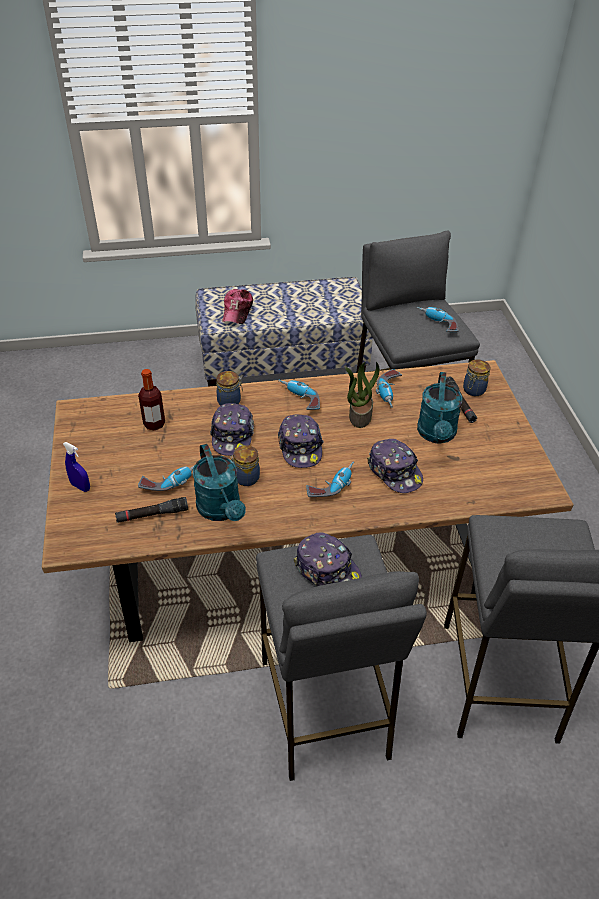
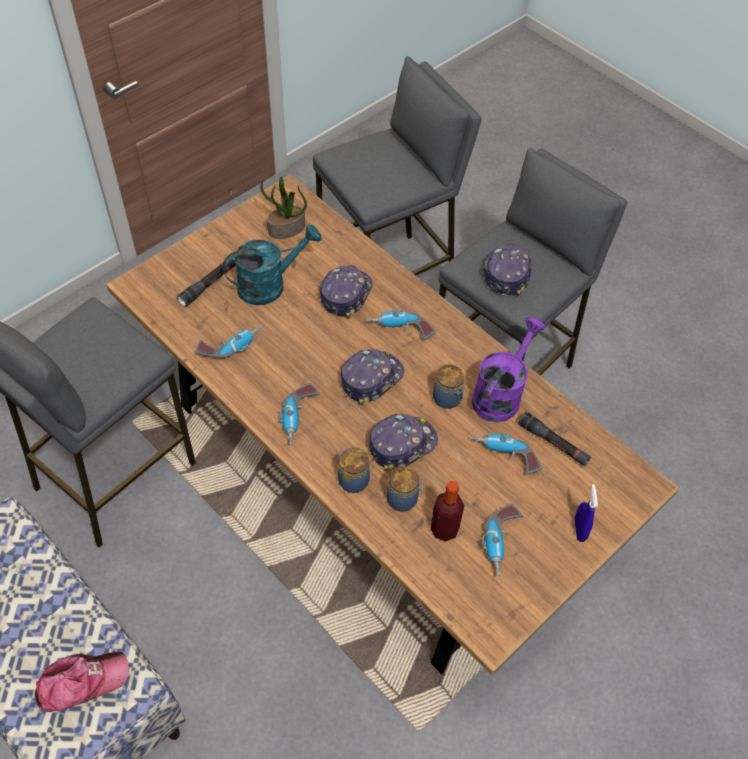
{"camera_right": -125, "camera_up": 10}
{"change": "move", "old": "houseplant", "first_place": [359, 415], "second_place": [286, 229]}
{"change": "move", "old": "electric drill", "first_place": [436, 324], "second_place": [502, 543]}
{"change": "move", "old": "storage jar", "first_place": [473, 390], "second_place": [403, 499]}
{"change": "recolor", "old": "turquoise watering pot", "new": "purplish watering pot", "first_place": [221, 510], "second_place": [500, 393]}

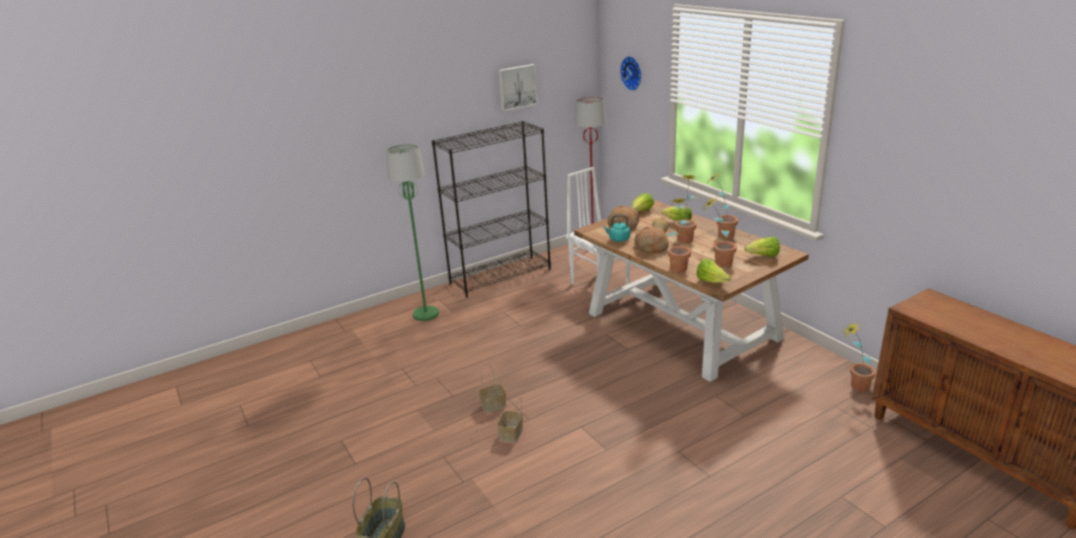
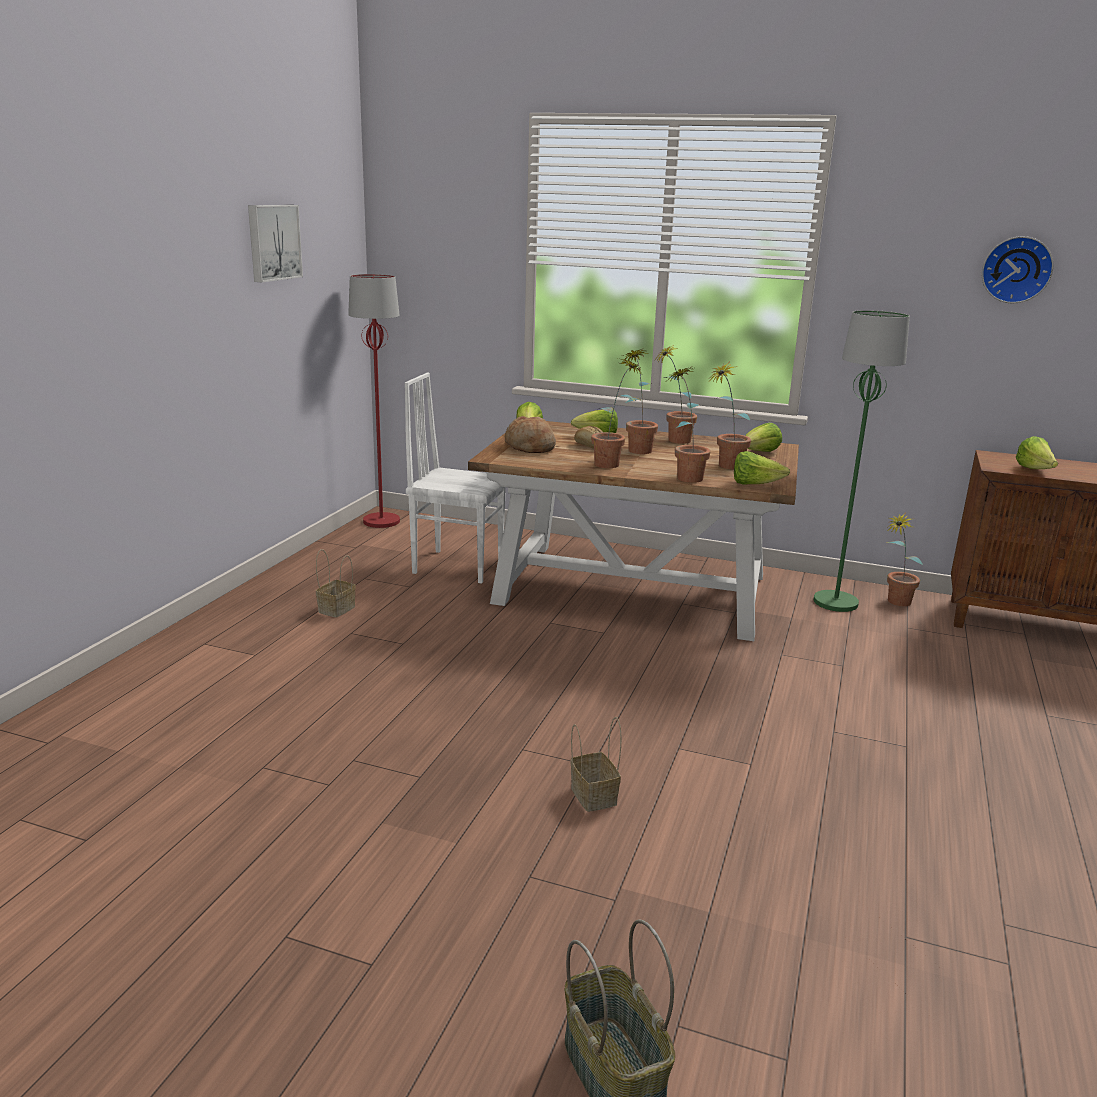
{"camera_right": -40, "camera_up": -5}
{"change": "delete", "old": "blackish shelving unit", "first_place": [501, 276]}
{"change": "delete", "old": "turquoise kettle", "first_place": [618, 239]}
{"change": "insert", "new": "lettuce head", "second_place": [1035, 471]}
{"change": "move", "old": "greenish standard lamp", "first_place": [426, 314], "second_place": [835, 602]}
{"change": "move", "old": "household basket", "first_place": [494, 405], "second_place": [337, 609]}
{"change": "move", "old": "hanging clock", "first_place": [633, 73], "second_place": [1016, 269]}
{"change": "replace", "old": "baked bread", "new": "houseplant", "first_place": [651, 247], "second_place": [612, 463]}

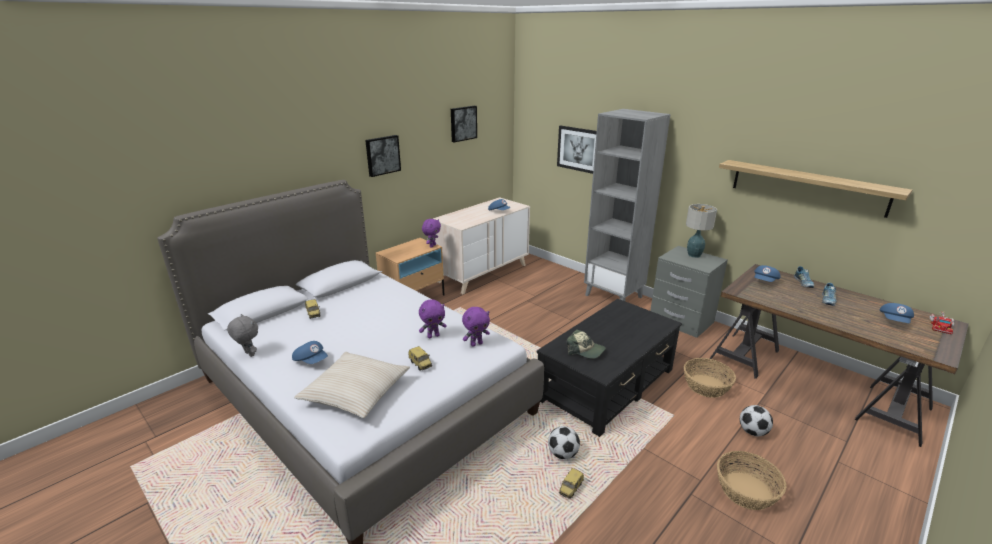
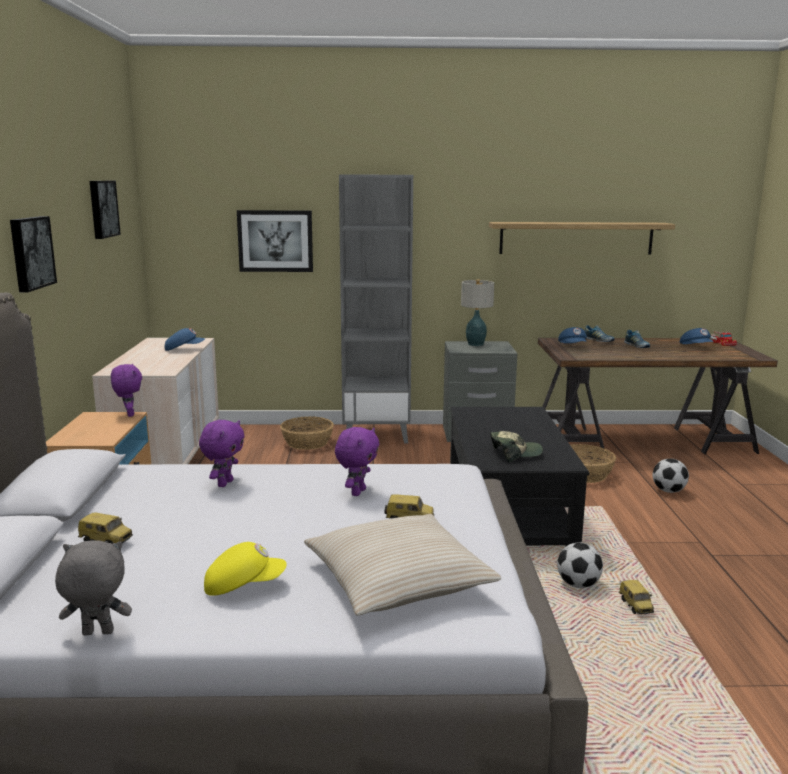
{"camera_right": -45, "camera_up": -10}
{"change": "move", "old": "purplish plush toy", "first_place": [476, 344], "second_place": [224, 483]}
{"change": "move", "old": "household basket", "first_place": [746, 491], "second_place": [307, 443]}
{"change": "recolor", "old": "bluish baseball cap", "new": "yellow-coloured baseball cap", "first_place": [311, 360], "second_place": [244, 585]}

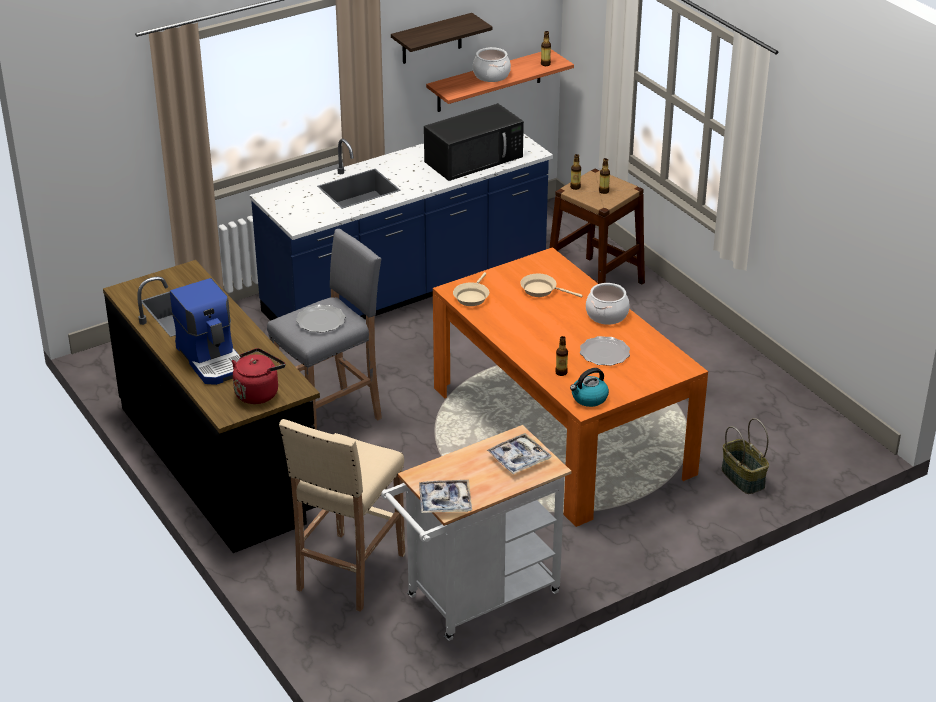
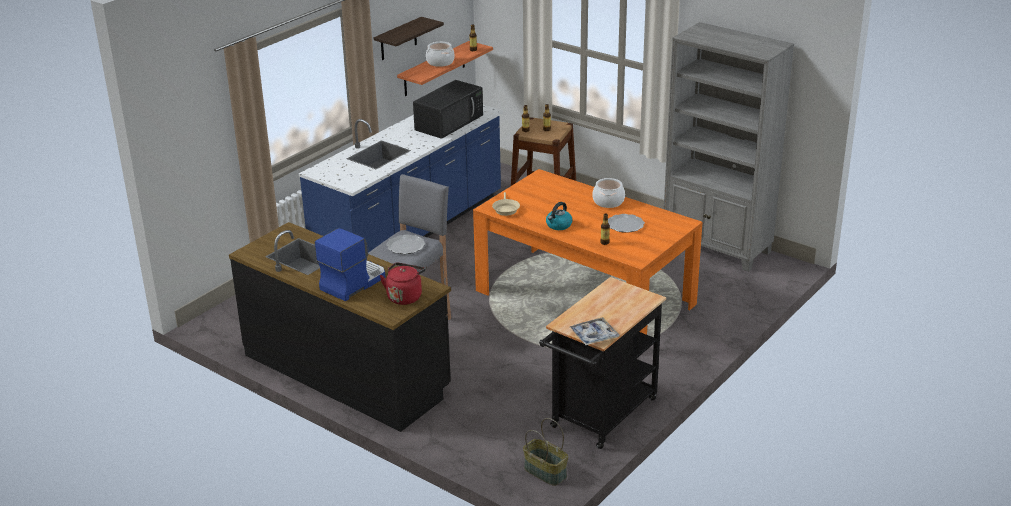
{"camera_right": -20, "camera_up": -5}
{"change": "delete", "old": "beige-coloured stool seat", "first_place": [349, 573]}
{"change": "delete", "old": "tray", "first_place": [519, 459]}
{"change": "delete", "old": "beige-coloured pan", "first_place": [541, 290]}
{"change": "insert", "new": "gray shelving unit", "second_place": [717, 248]}
{"change": "move", "old": "kettle", "first_place": [589, 398], "second_place": [558, 225]}
{"change": "move", "old": "household basket", "first_place": [743, 478], "second_place": [546, 472]}
{"change": "recolor", "old": "white trolley", "new": "blackish trolley", "first_place": [475, 599], "second_place": [600, 417]}
{"change": "rotate", "old": "coffee maker", "first_place": [213, 359], "second_place": [353, 282], "degrees": -90}

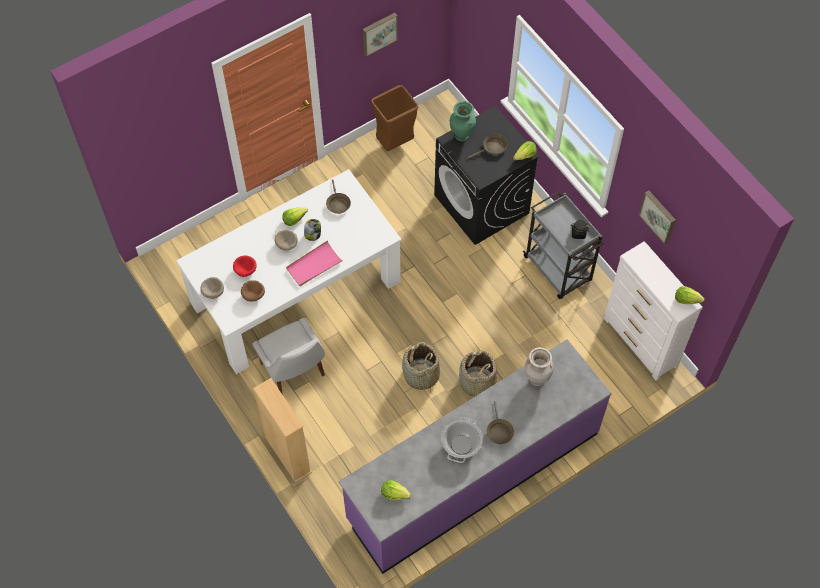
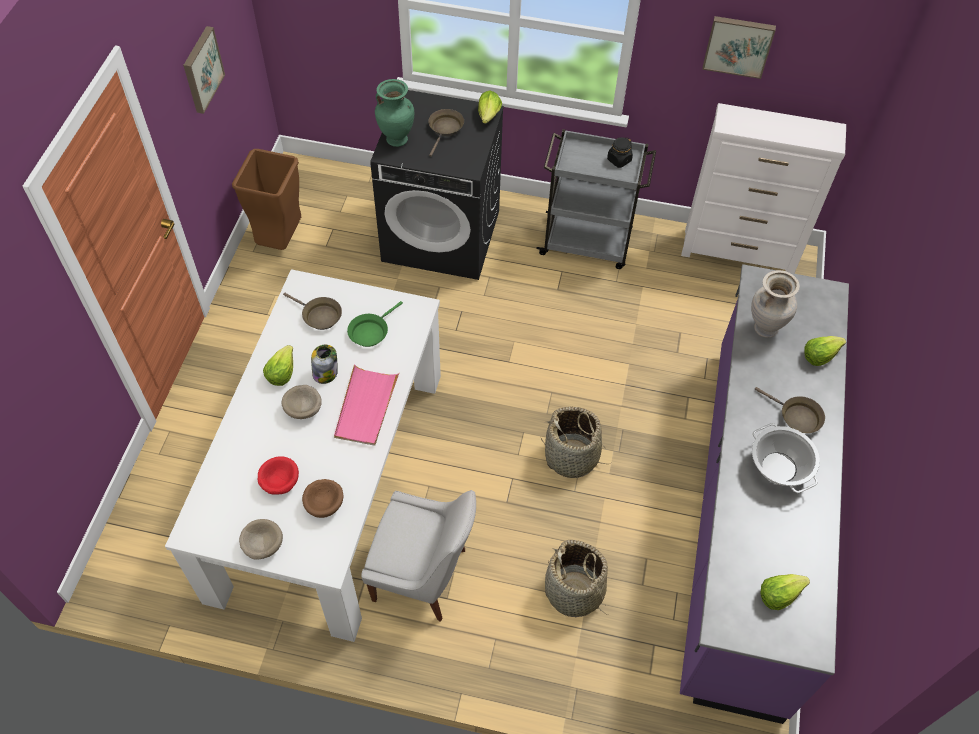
{"camera_right": -45, "camera_up": -5}
{"change": "delete", "old": "beige-coloured shelving unit", "first_place": [288, 454]}
{"change": "insert", "new": "greenish pan", "second_place": [370, 331]}
{"change": "move", "old": "household basket", "first_place": [477, 383], "second_place": [574, 592]}
{"change": "move", "old": "lettuce head", "first_place": [687, 299], "second_place": [819, 355]}

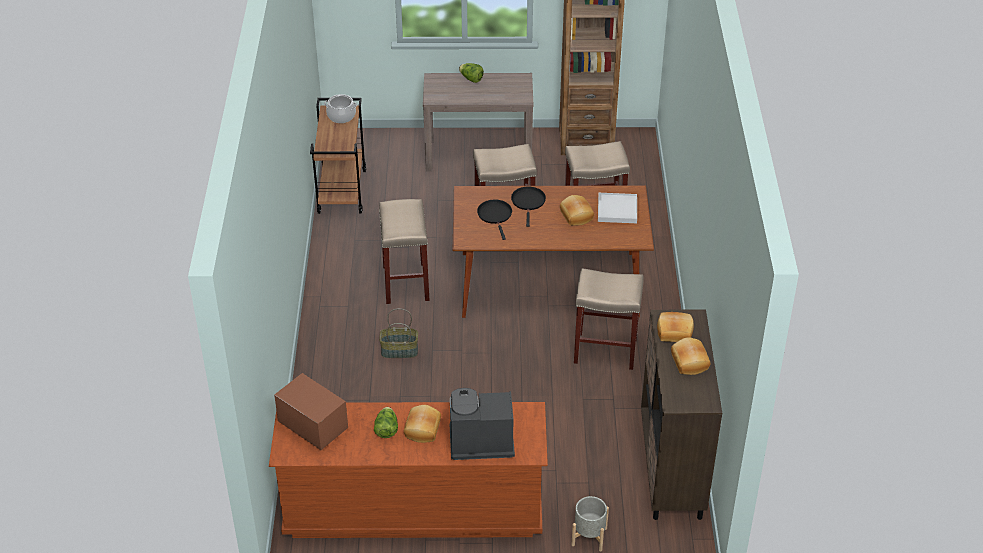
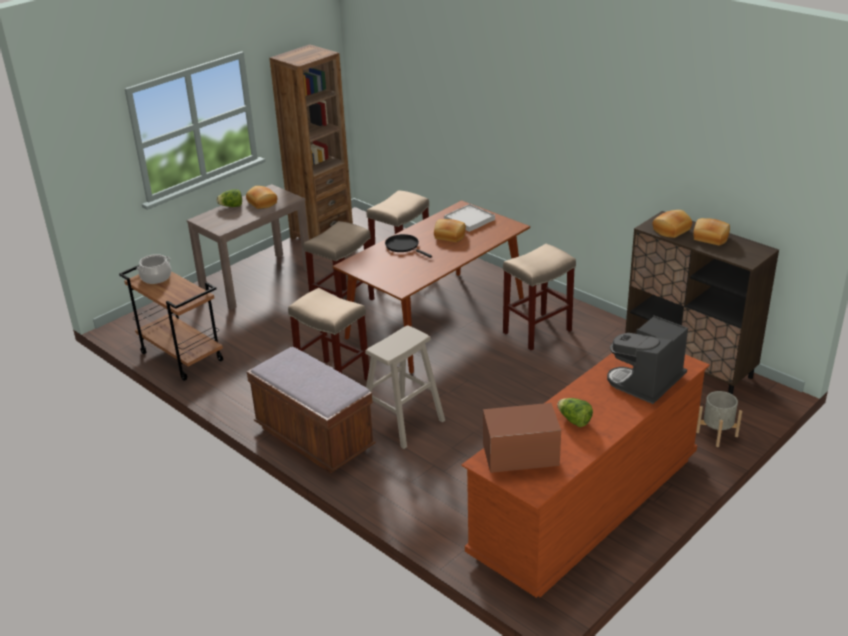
{"camera_right": -45, "camera_up": -10}
{"change": "delete", "old": "blackish pan", "first_place": [495, 215]}
{"change": "insert", "new": "brownish indoor bench", "second_place": [314, 438]}
{"change": "move", "old": "baked bread", "first_place": [421, 429], "second_place": [261, 203]}
{"change": "replace", "old": "household basket", "new": "beige-coloured stool seat", "first_place": [399, 351], "second_place": [402, 422]}

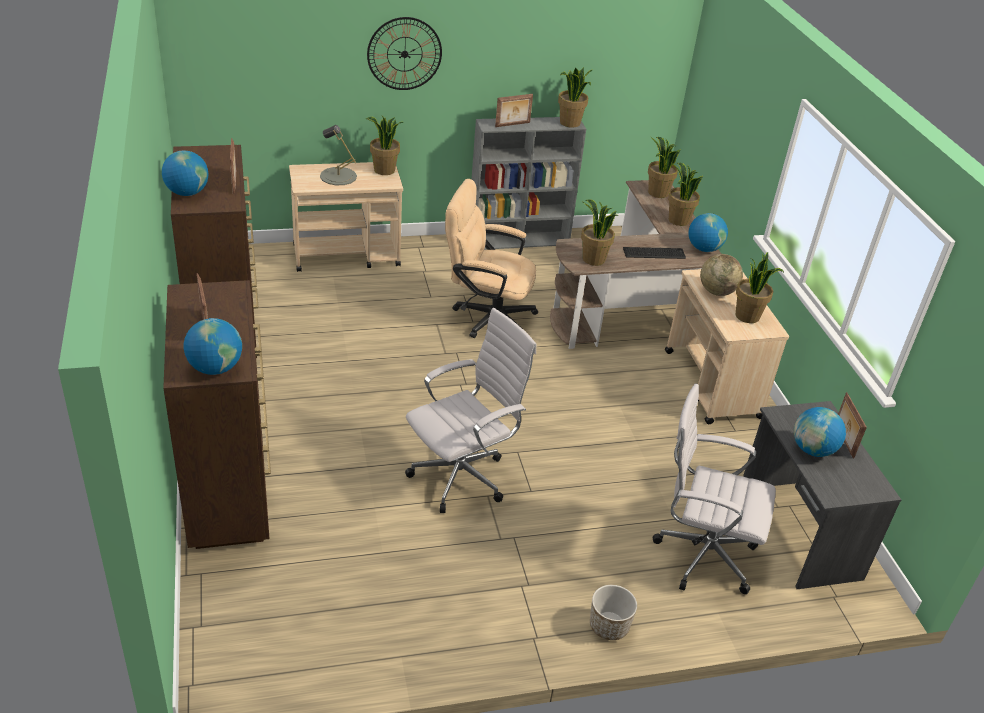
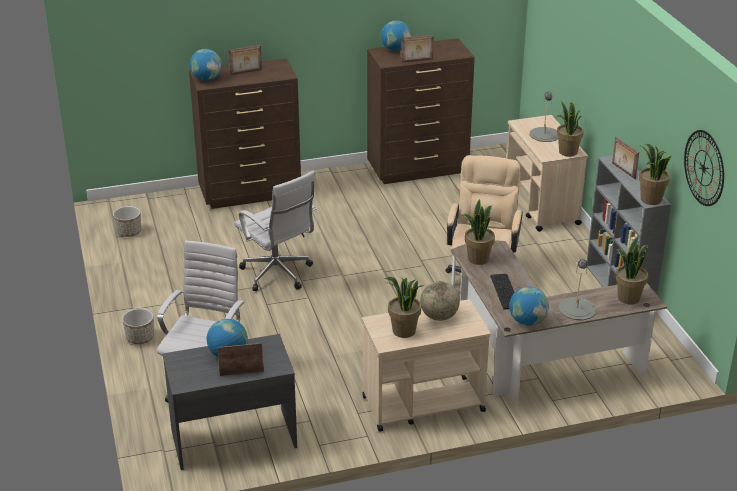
{"camera_right": 90, "camera_up": -5}
{"change": "insert", "new": "planter", "second_place": [129, 232]}
{"change": "move", "old": "hanging clock", "first_place": [404, 54], "second_place": [704, 168]}
{"change": "replace", "old": "houseplant", "new": "gray lamp for a table", "first_place": [678, 220], "second_place": [577, 309]}

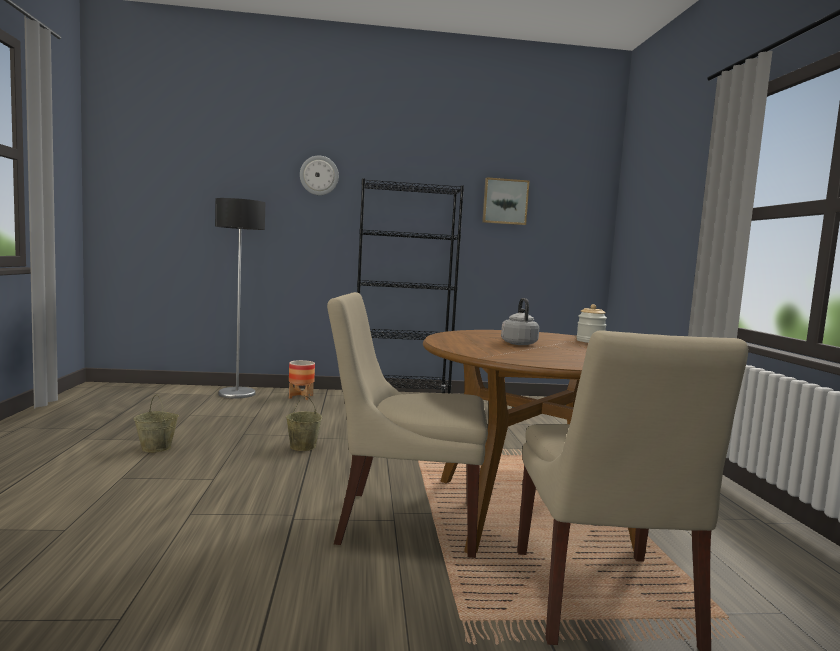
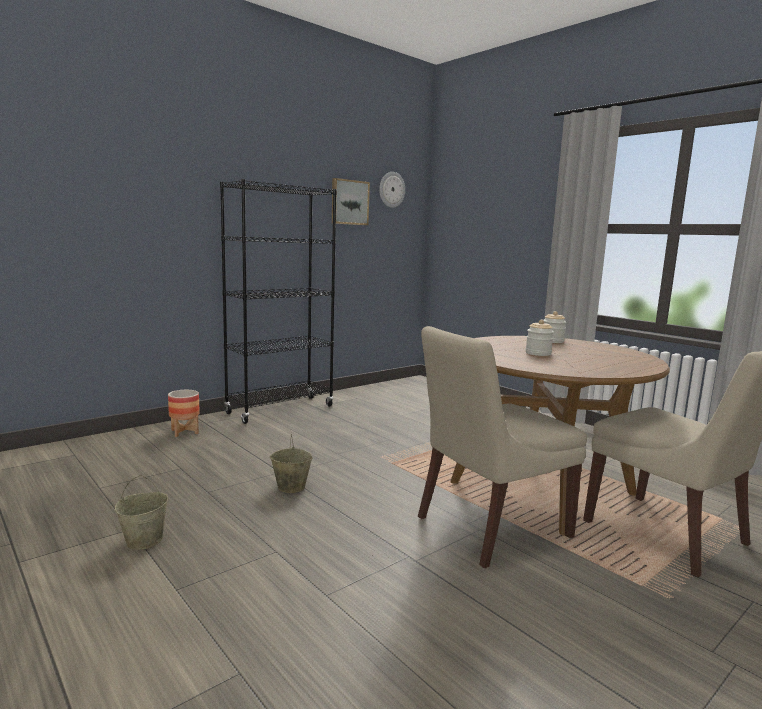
{"camera_right": -35, "camera_up": 5}
{"change": "delete", "old": "standard lamp", "first_place": [237, 394]}
{"change": "move", "old": "hanging clock", "first_place": [319, 175], "second_place": [391, 189]}
{"change": "replace", "old": "gray kettle", "new": "storage jar", "first_place": [518, 343], "second_place": [538, 353]}

